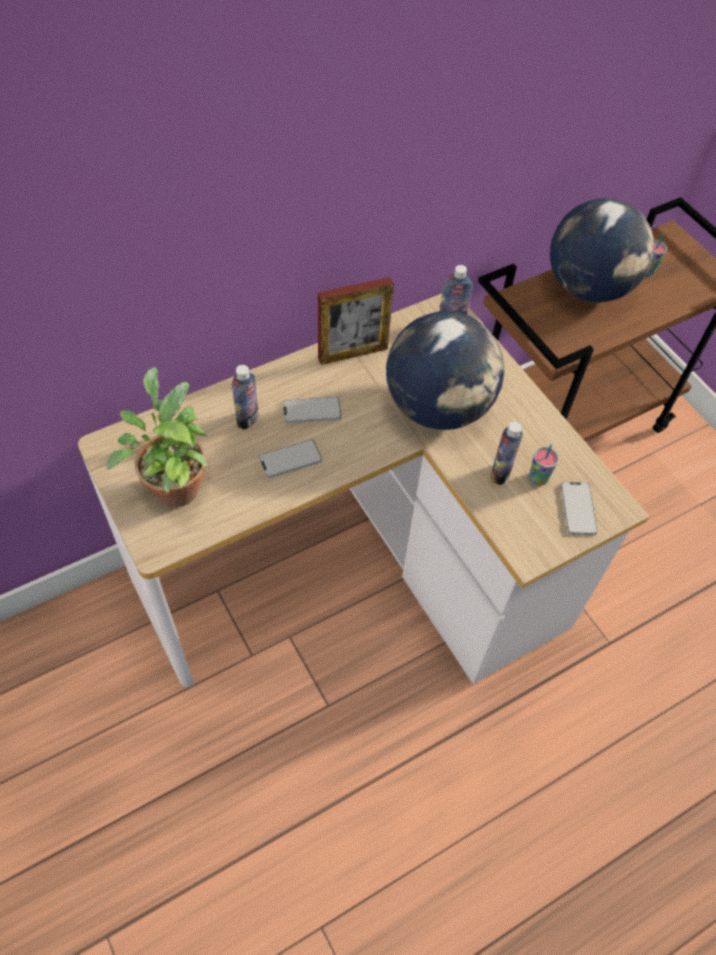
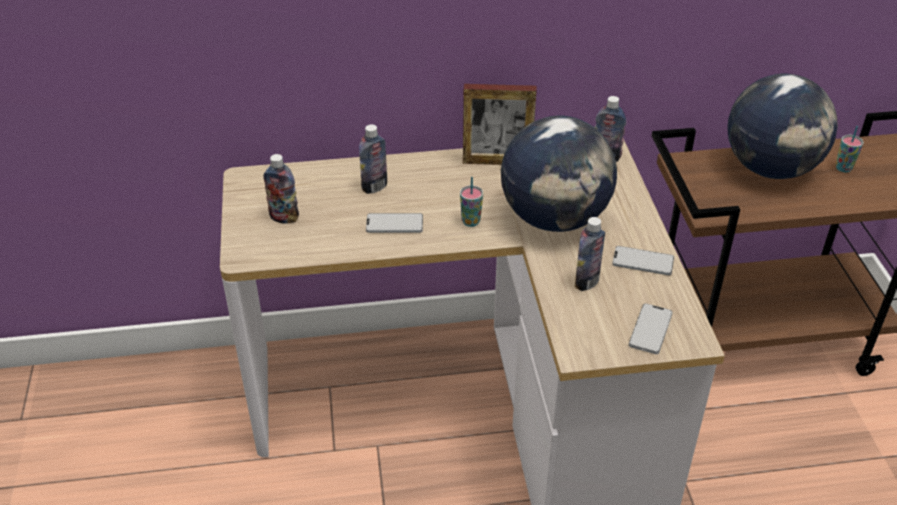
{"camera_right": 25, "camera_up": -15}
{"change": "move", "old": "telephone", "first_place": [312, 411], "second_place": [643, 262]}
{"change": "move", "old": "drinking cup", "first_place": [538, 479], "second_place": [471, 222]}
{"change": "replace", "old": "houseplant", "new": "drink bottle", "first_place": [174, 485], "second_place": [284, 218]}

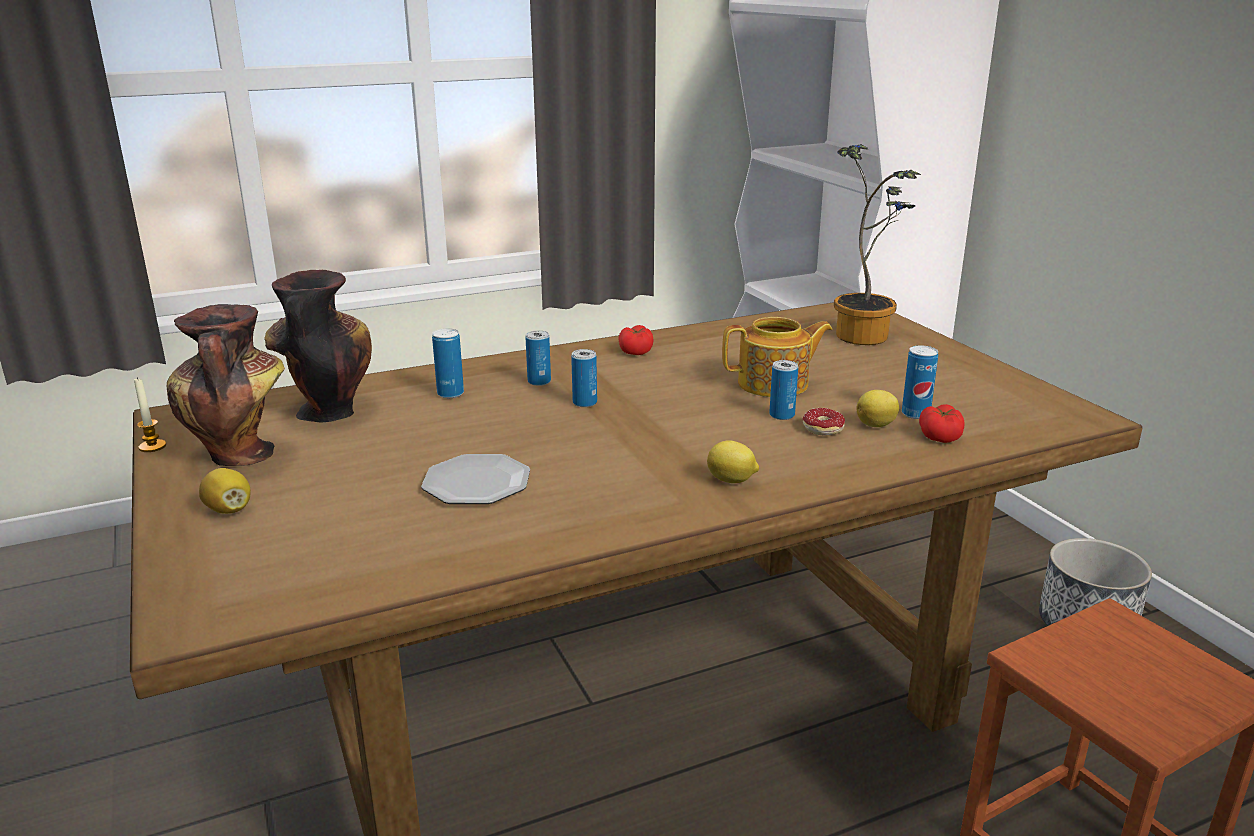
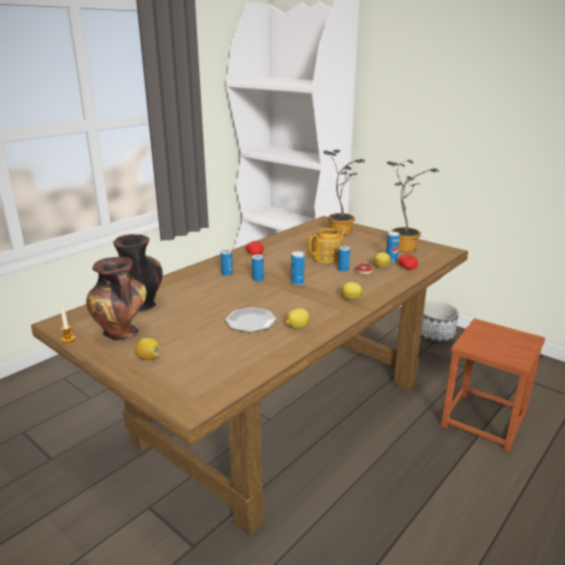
{"camera_right": -25, "camera_up": 0}
{"change": "insert", "new": "citrus fruit", "second_place": [297, 327]}
{"change": "insert", "new": "houseplant", "second_place": [403, 246]}
{"change": "move", "old": "can", "first_place": [450, 394], "second_place": [297, 283]}

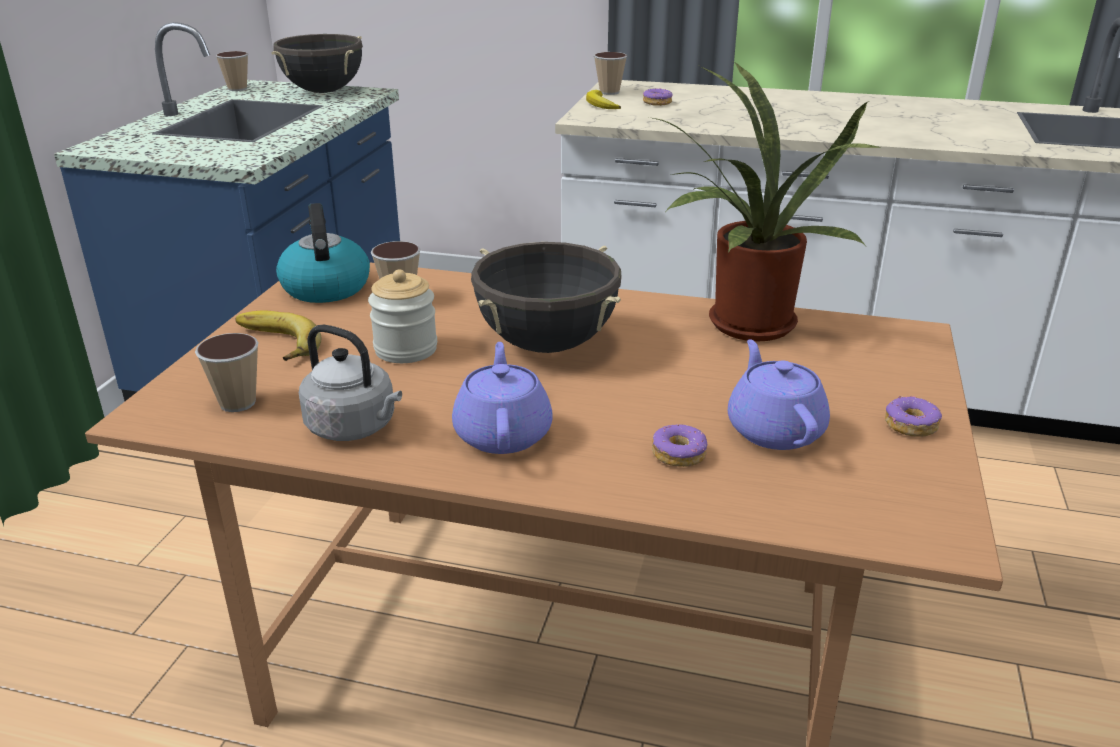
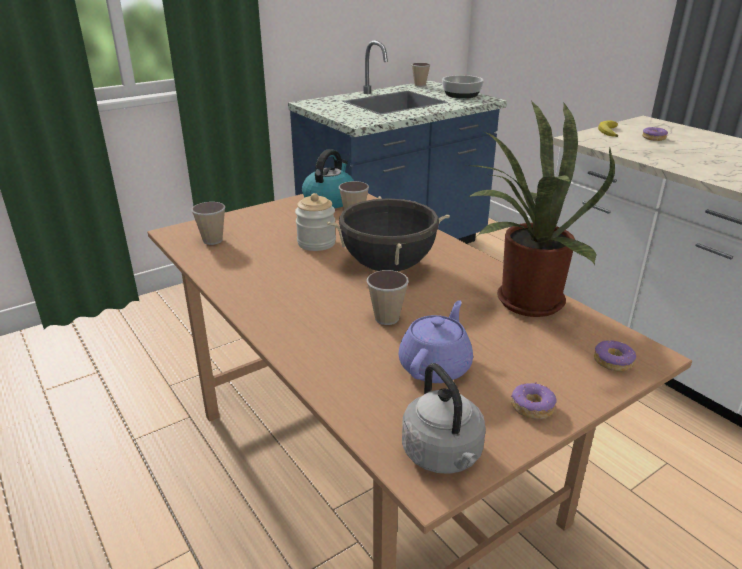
{"camera_right": 40, "camera_up": 0}
{"change": "delete", "old": "banana fruit", "first_place": [273, 344]}
{"change": "delete", "old": "purplish pot for tea", "first_place": [503, 433]}
{"change": "move", "old": "gray kettle", "first_place": [355, 427], "second_place": [443, 456]}
{"change": "move", "old": "drinking cup", "first_place": [609, 92], "second_place": [387, 318]}
{"change": "move", "old": "doughnut", "first_place": [679, 454], "second_place": [613, 361]}
{"change": "replace", "old": "blackish saucepot", "new": "serving bowl", "first_place": [323, 91], "second_place": [461, 94]}

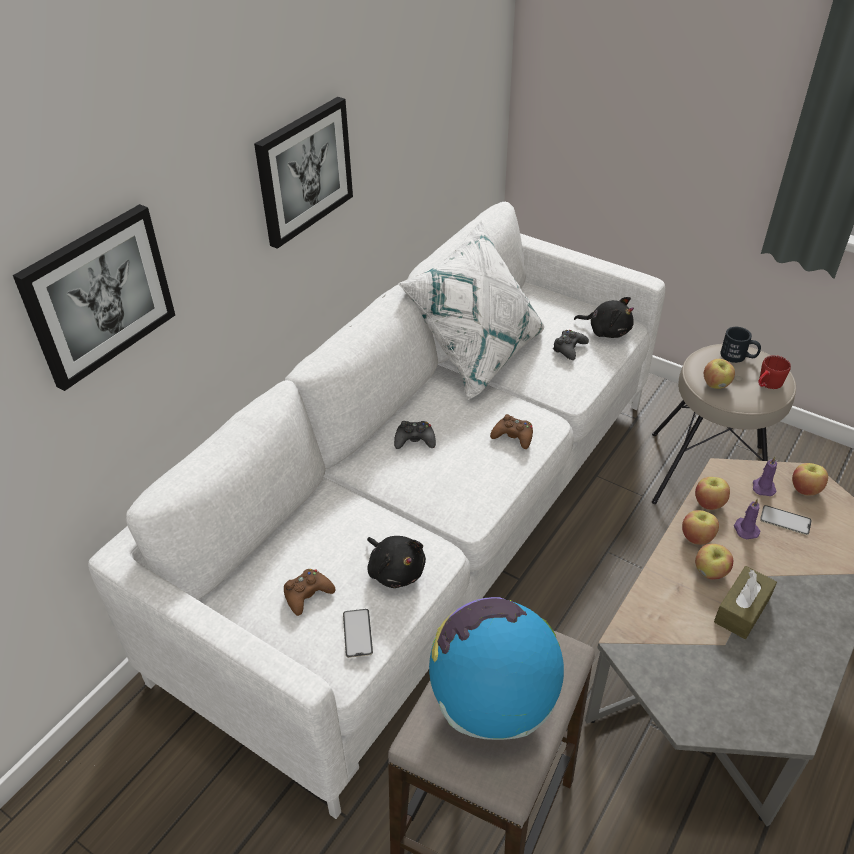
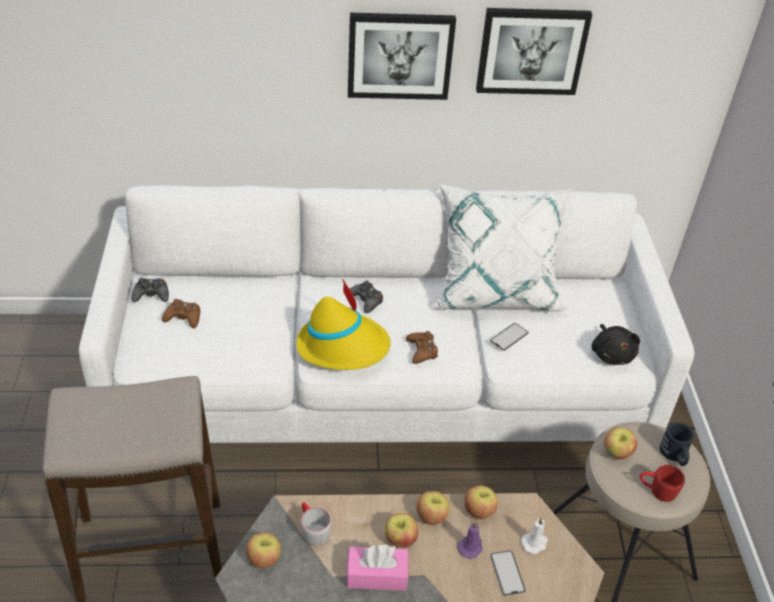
{"camera_right": 50, "camera_up": 0}
{"change": "delete", "old": "blackish plush toy", "first_place": [395, 570]}
{"change": "delete", "old": "world globe", "first_place": [493, 702]}
{"change": "insert", "new": "yellow-coloured wearable hat", "second_place": [343, 346]}
{"change": "insert", "new": "gray mug", "second_place": [312, 530]}
{"change": "move", "old": "wall picture", "first_place": [98, 295], "second_place": [531, 50]}
{"change": "move", "old": "telephone", "first_place": [357, 633], "second_place": [509, 337]}
{"change": "move", "old": "blackish joypad", "first_place": [569, 348], "second_place": [151, 295]}
{"change": "move", "old": "apple", "first_place": [805, 489], "second_place": [264, 559]}
{"change": "recolor", "old": "brownish tissue holder", "new": "pinkish tissue holder", "first_place": [742, 610], "second_place": [377, 575]}
{"change": "recolor", "old": "purplish wax candle", "new": "white wax candle", "first_place": [763, 487], "second_place": [535, 543]}

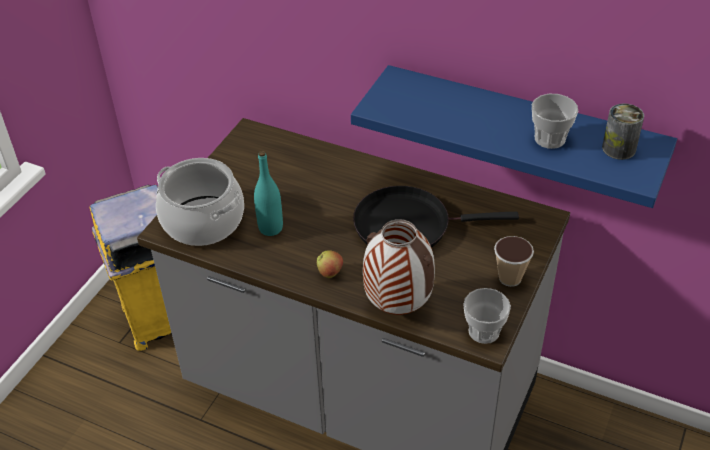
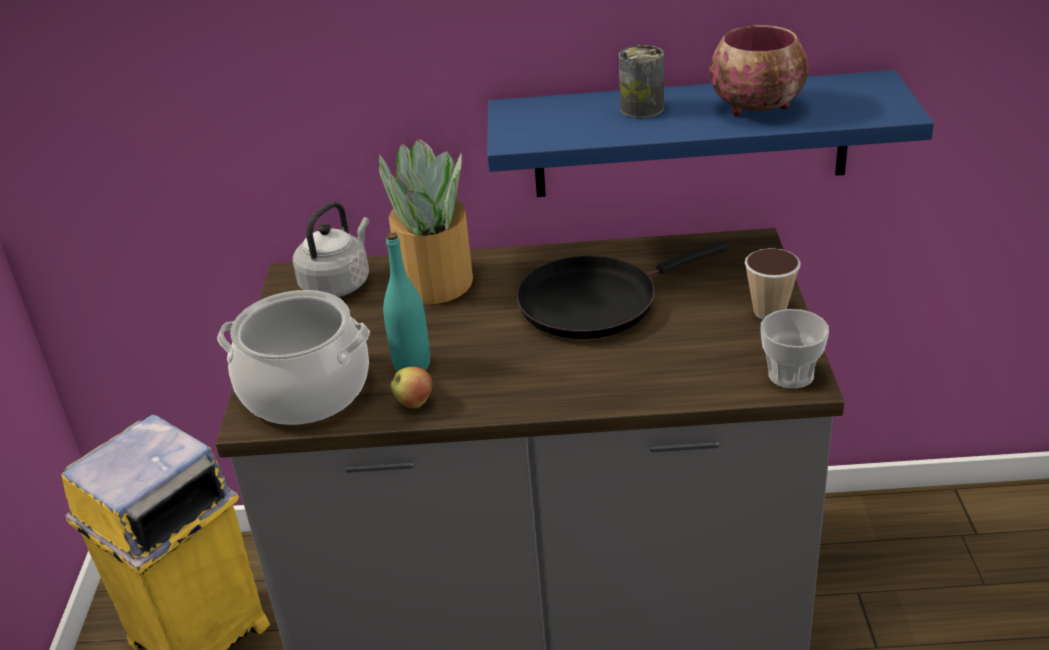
{"camera_right": -25, "camera_up": -10}
{"change": "delete", "old": "vase", "first_place": [396, 307]}
{"change": "insert", "new": "gray kettle", "second_place": [338, 283]}
{"change": "insert", "new": "houseplant", "second_place": [435, 282]}
{"change": "move", "old": "apple", "first_place": [330, 273], "second_place": [414, 403]}
{"change": "move", "old": "can", "first_place": [618, 148], "second_place": [642, 109]}
{"change": "replace", "old": "drinking cup", "new": "serving bowl", "first_place": [549, 139], "second_place": [759, 108]}

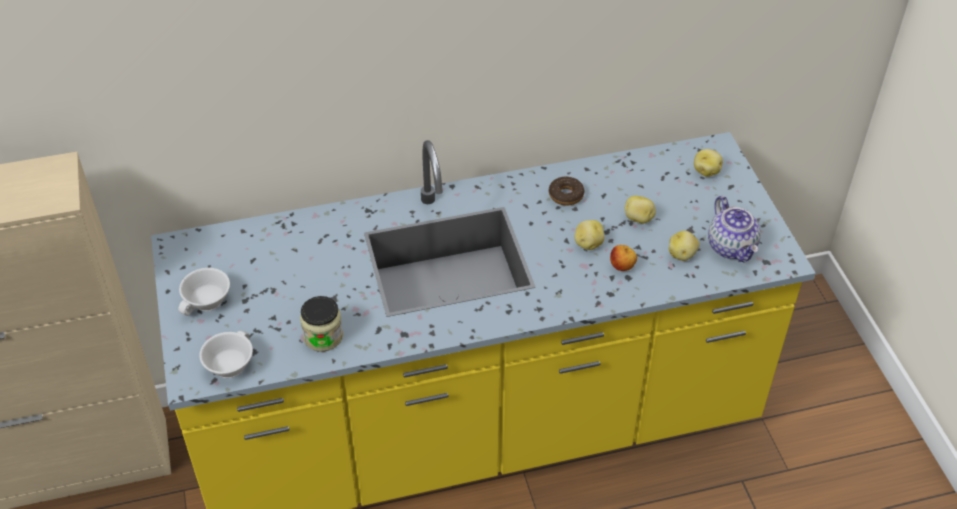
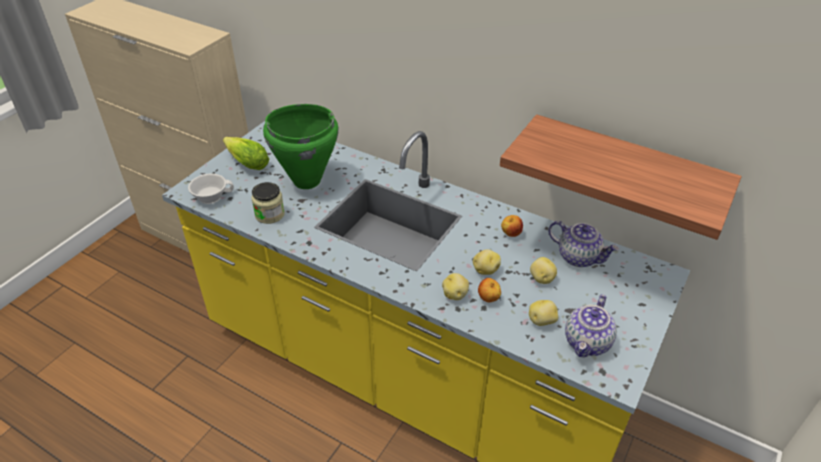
{"camera_right": 45, "camera_up": -5}
{"change": "insert", "new": "greenish saucepot", "second_place": [306, 180]}
{"change": "insert", "new": "wall shelf", "second_place": [625, 172]}
{"change": "insert", "new": "pot for tea", "second_place": [579, 257]}
{"change": "move", "old": "potato", "first_place": [706, 171], "second_place": [455, 294]}
{"change": "replace", "old": "white drinking cup", "new": "lettuce head", "first_place": [208, 302], "second_place": [246, 162]}
{"change": "replace", "old": "doughnut", "new": "apple", "first_place": [566, 195], "second_place": [510, 234]}

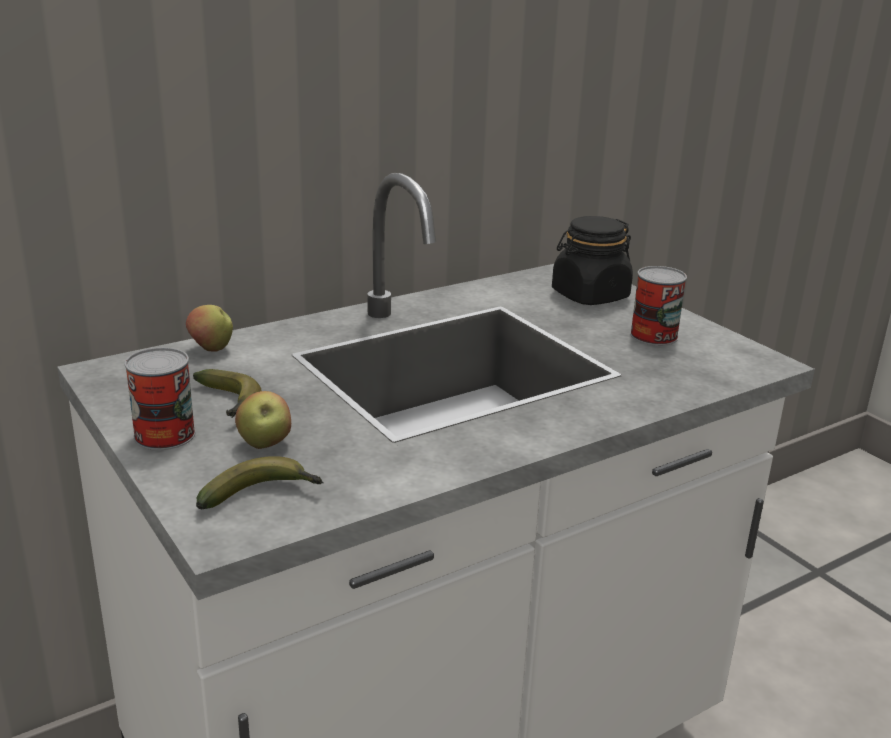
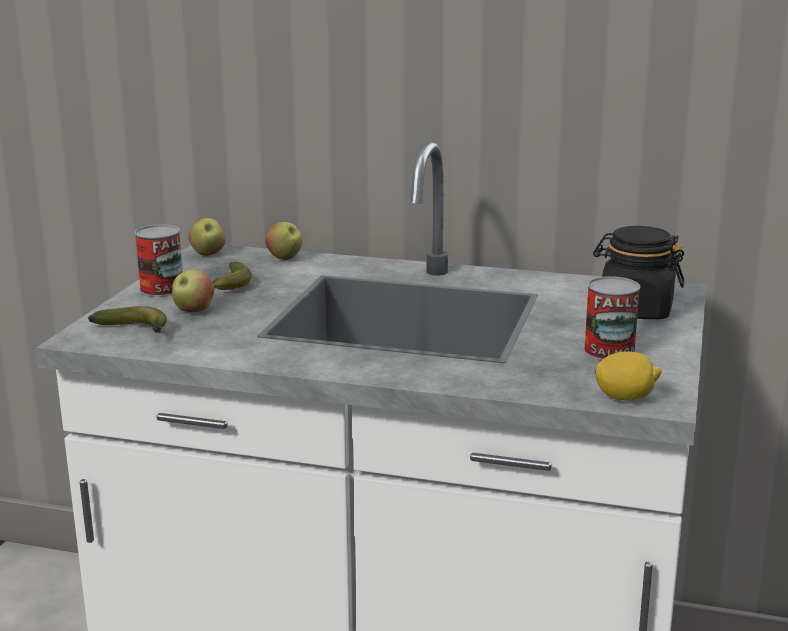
{"camera_right": 50, "camera_up": -5}
{"change": "insert", "new": "apple", "second_place": [208, 254]}
{"change": "insert", "new": "citrus fruit", "second_place": [625, 397]}

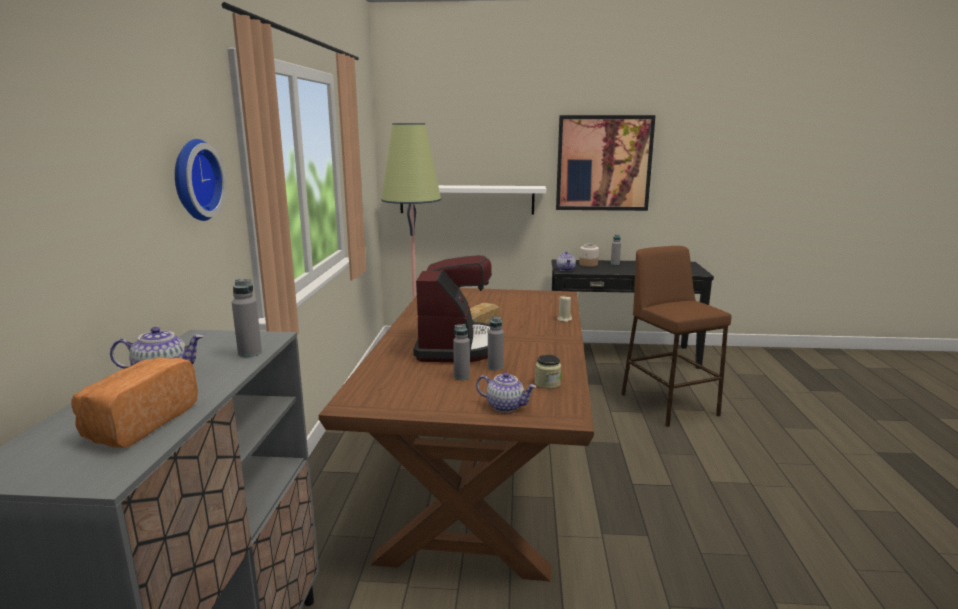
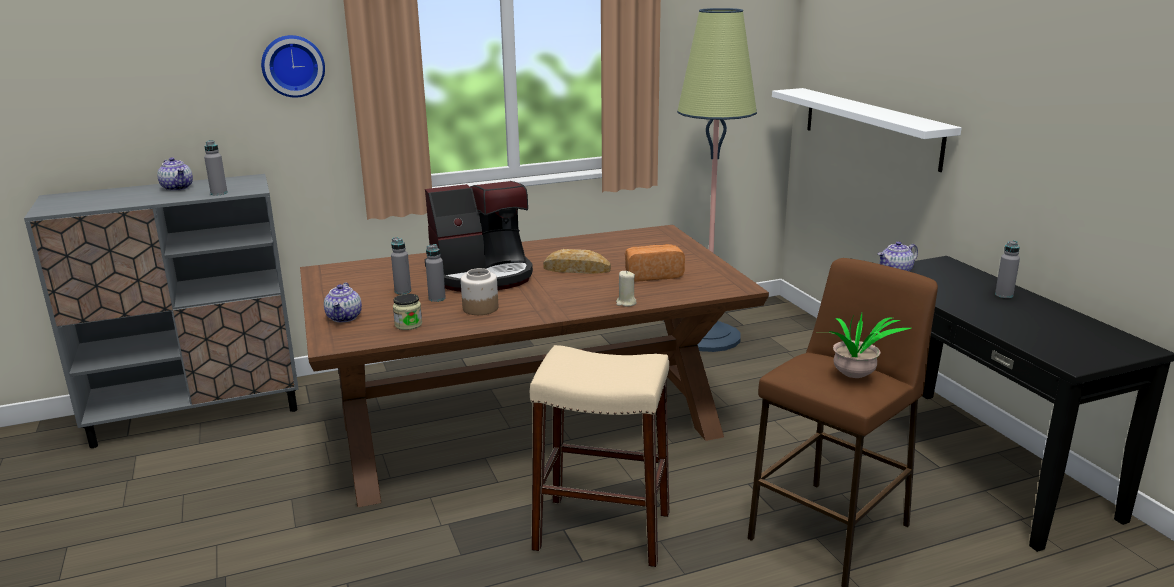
{"camera_right": 65, "camera_up": 5}
{"change": "delete", "old": "wall picture", "first_place": [603, 163]}
{"change": "insert", "new": "beige-coloured stool seat", "second_place": [602, 531]}
{"change": "insert", "new": "houseplant", "second_place": [855, 378]}
{"change": "move", "old": "baked bread", "first_place": [138, 423], "second_place": [652, 275]}
{"change": "move", "old": "storage jar", "first_place": [588, 264], "second_place": [480, 308]}

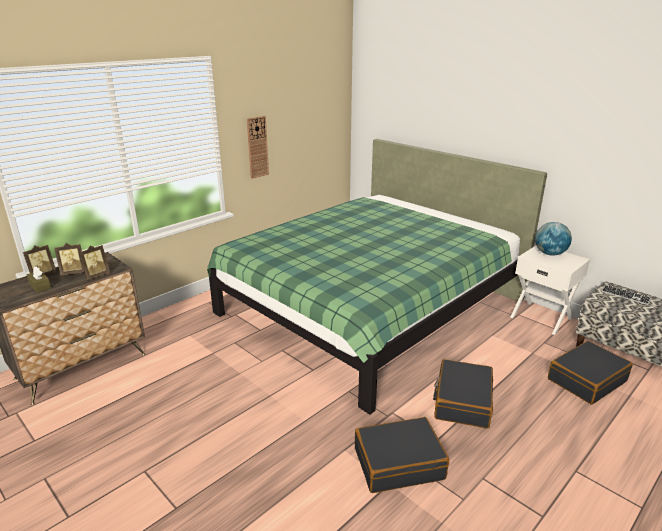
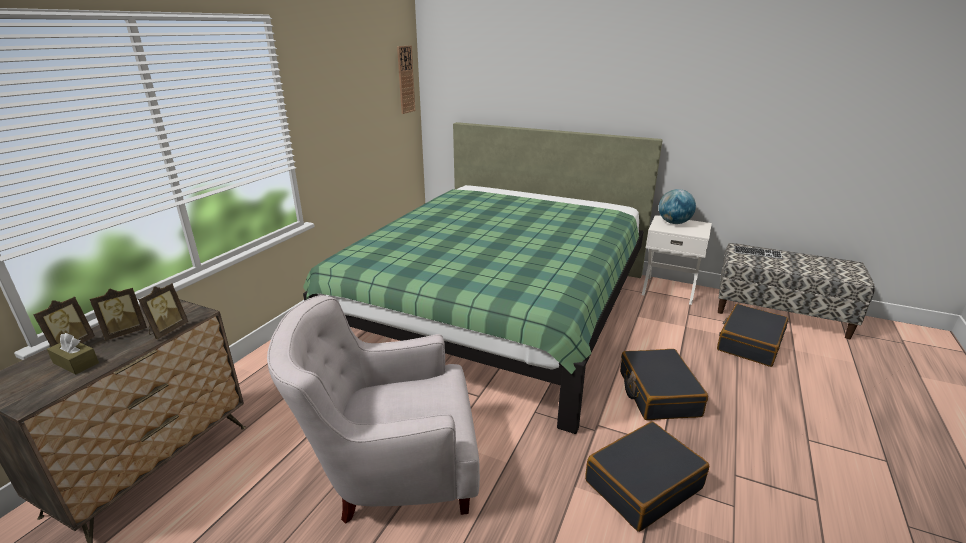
{"camera_right": -20, "camera_up": 0}
{"change": "insert", "new": "white easy chair", "second_place": [392, 470]}
{"change": "move", "old": "hanging clock", "first_place": [257, 147], "second_place": [405, 79]}

